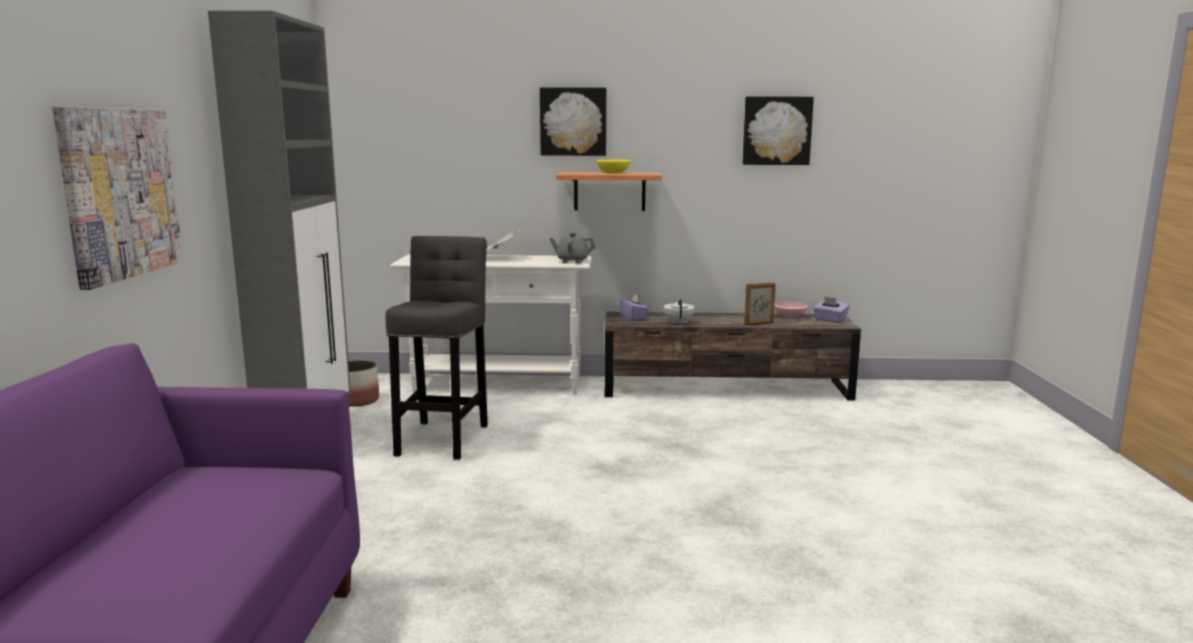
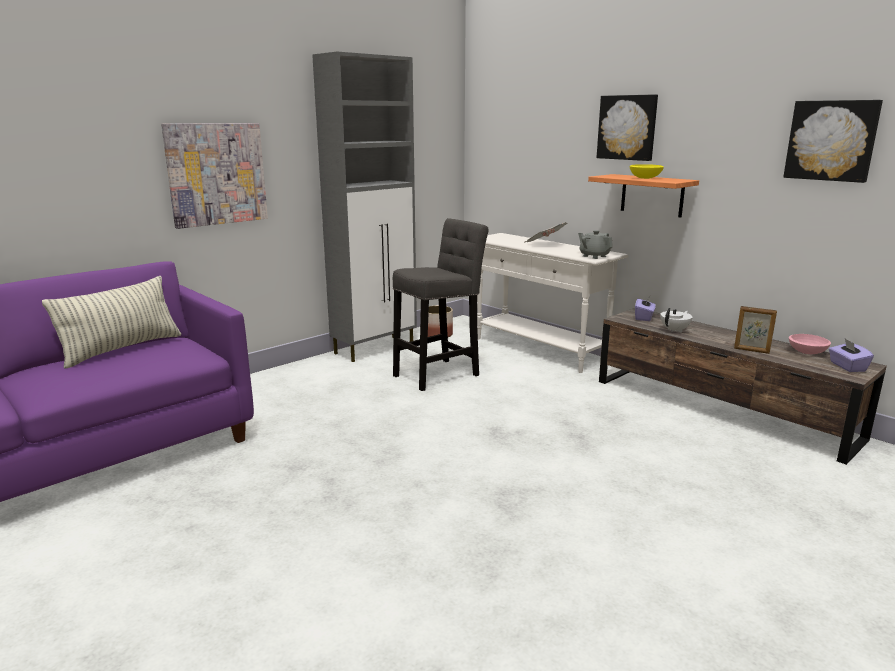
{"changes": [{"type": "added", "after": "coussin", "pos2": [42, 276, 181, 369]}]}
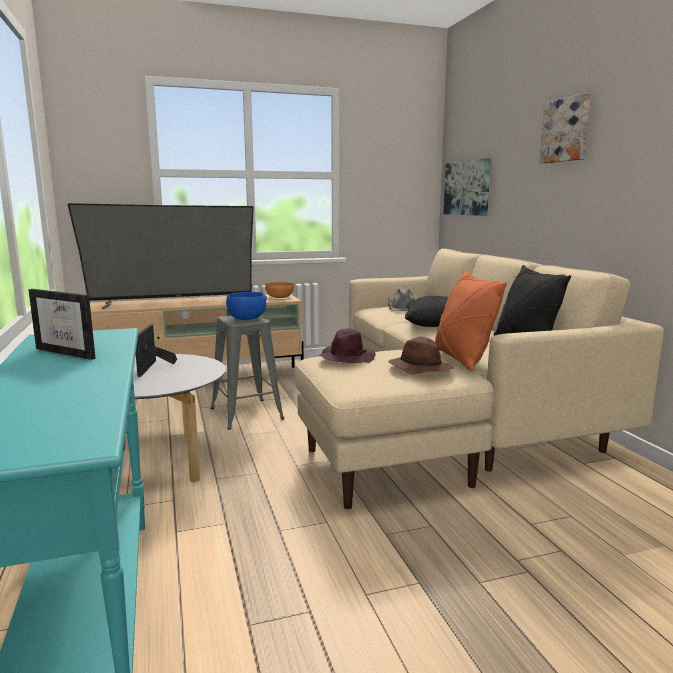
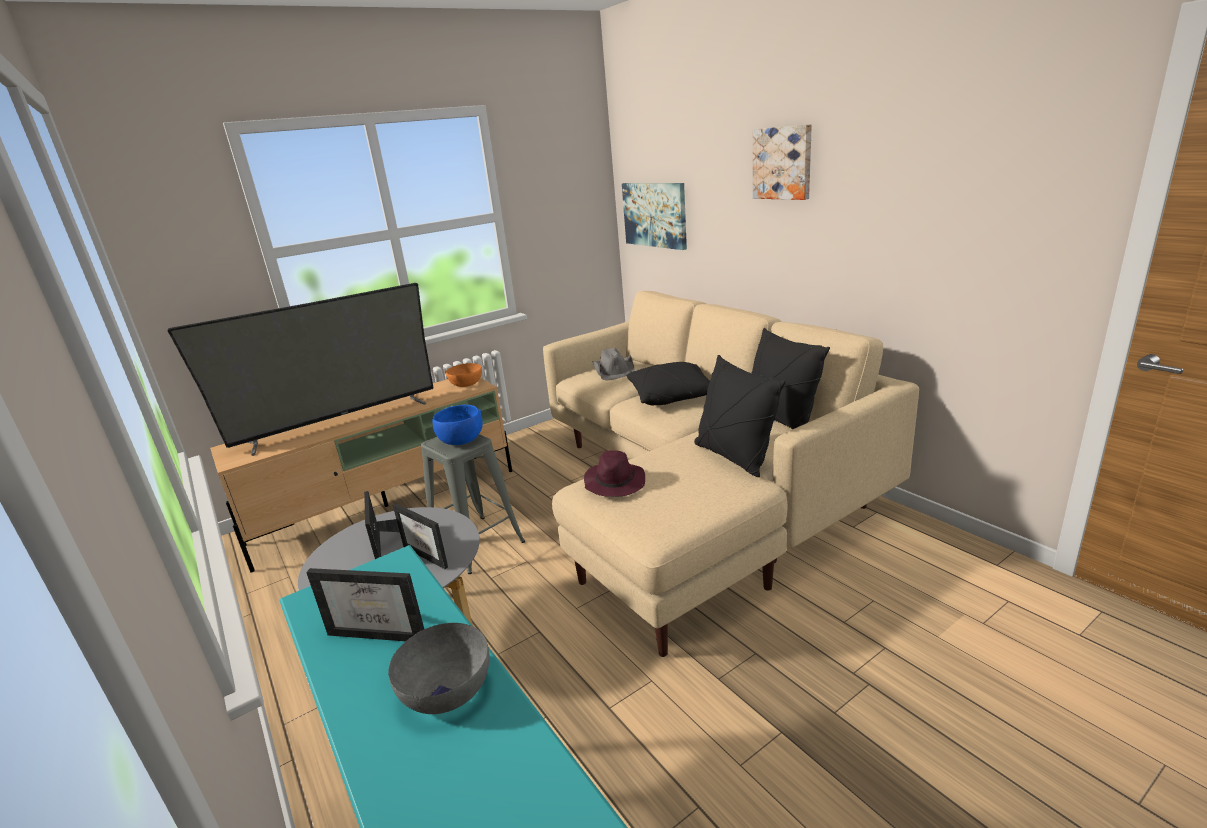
{"changes": [{"type": "added", "after": "bol [gris]", "pos2": [388, 623, 490, 714]}, {"type": "added", "after": "cadre photo", "pos2": [393, 504, 448, 569]}, {"type": "recoloured", "before": "coussin [orange]", "after": "coussin [noir]", "pos1": [435, 270, 507, 371], "pos2": [694, 355, 786, 477]}, {"type": "removed", "before": "chapeau [marron]", "pos1": [388, 337, 454, 375]}]}
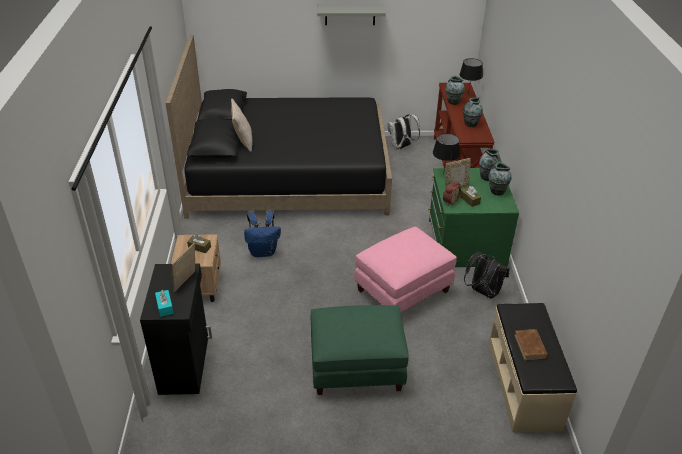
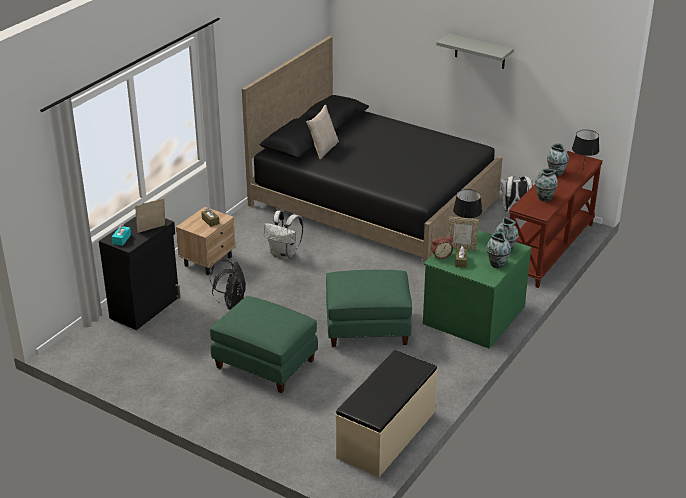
{"changes": [{"type": "moved", "before": "sac à dos [noir]", "pos1": [464, 251, 510, 299], "pos2": [210, 259, 246, 310]}, {"type": "recoloured", "before": "sac à dos [bleu]", "after": "sac à dos [blanc]", "pos1": [244, 211, 281, 257], "pos2": [264, 211, 303, 259]}, {"type": "recoloured", "before": "pouf [rose]", "after": "pouf [vert]", "pos1": [354, 227, 457, 312], "pos2": [326, 270, 412, 347]}, {"type": "removed", "before": "livre [marron]", "pos1": [514, 329, 548, 360]}]}
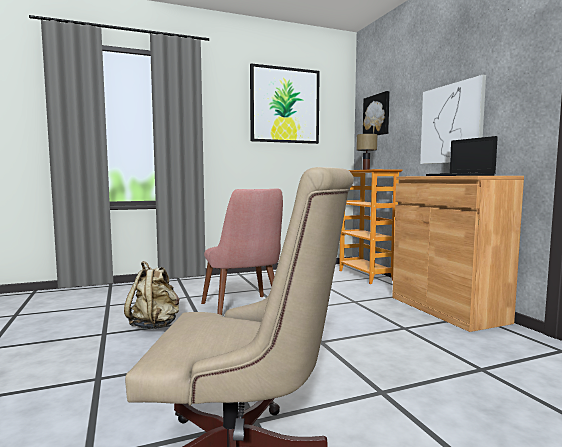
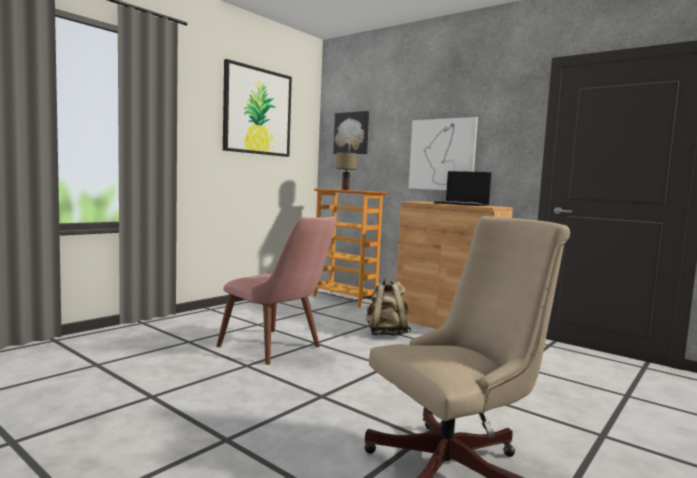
{"changes": [{"type": "moved", "before": "sac à dos [beige]", "pos1": [124, 261, 179, 329], "pos2": [366, 278, 411, 336]}]}
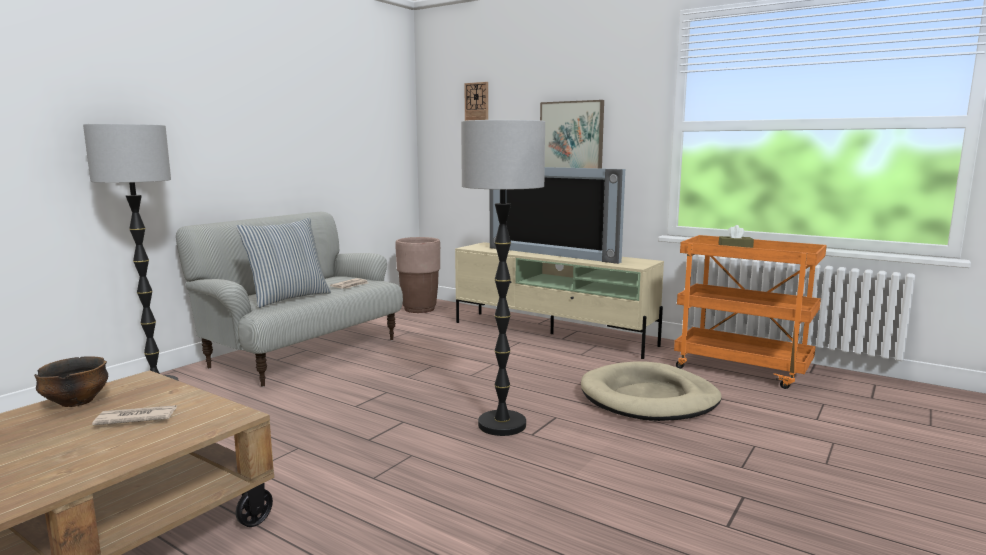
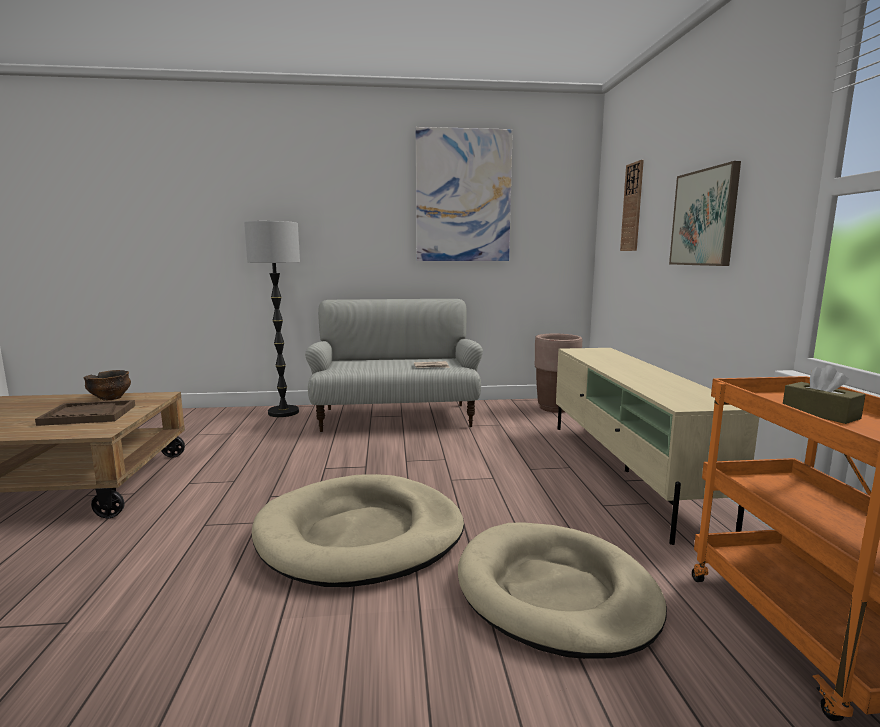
{"changes": [{"type": "replaced", "before": "journal", "after": "plateau [marron]", "pos1": [92, 405, 177, 425], "pos2": [35, 400, 135, 426]}, {"type": "replaced", "before": "lampadaire", "after": "panier pour chien [beige]", "pos1": [461, 120, 545, 436], "pos2": [252, 474, 464, 587]}, {"type": "added", "after": "tableau", "pos2": [416, 127, 513, 261]}, {"type": "removed", "before": "coussin", "pos1": [236, 218, 331, 308]}, {"type": "removed", "before": "téléviseur", "pos1": [490, 167, 625, 264]}]}
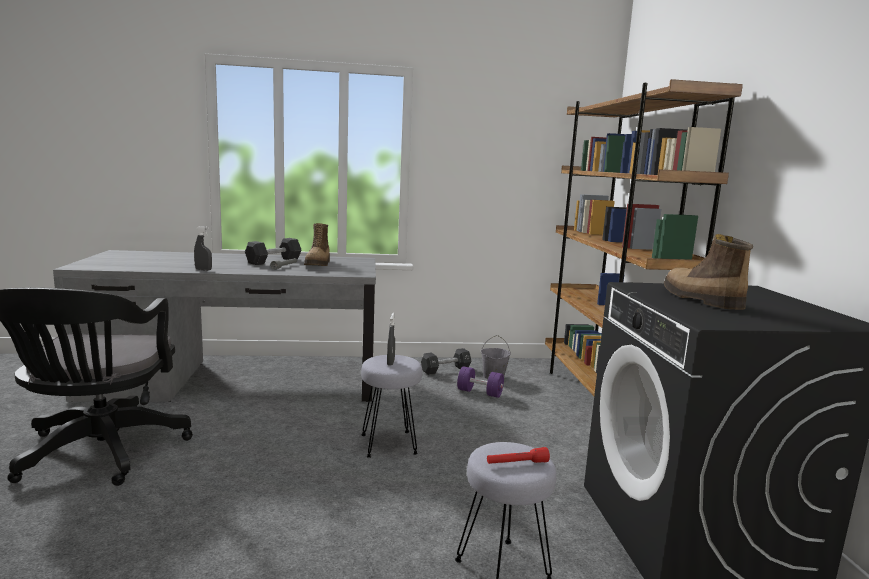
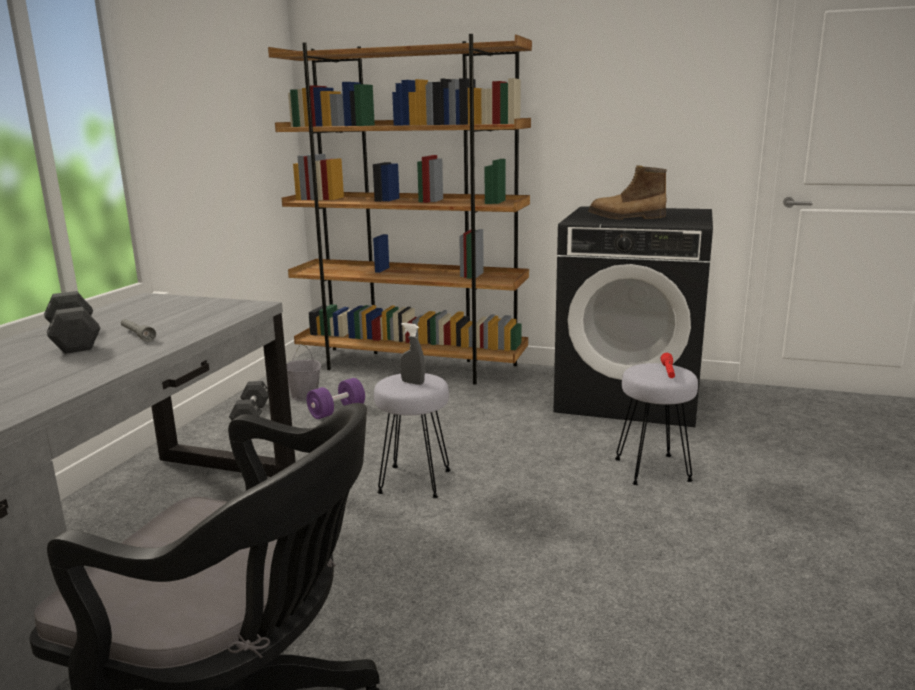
{"changes": [{"type": "removed", "before": "vaporisateur [gris]", "pos1": [194, 226, 212, 271]}, {"type": "removed", "before": "botte", "pos1": [304, 223, 330, 266]}]}
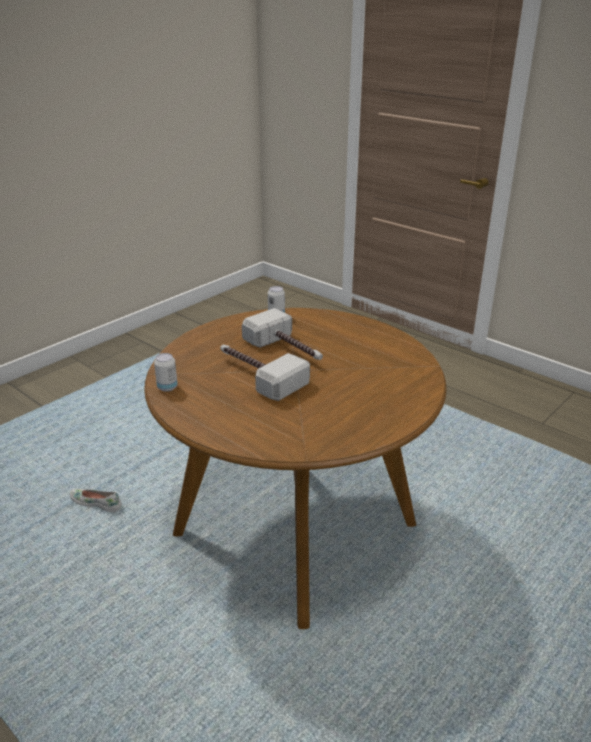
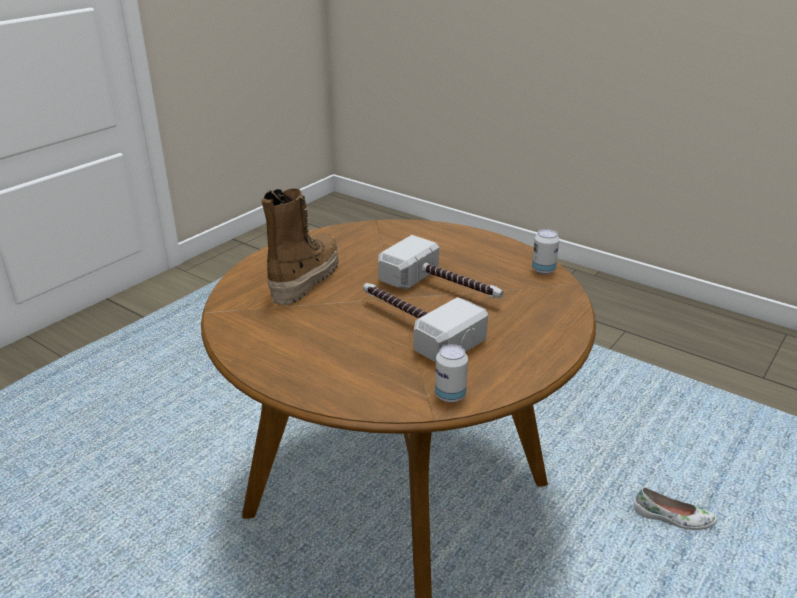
{"changes": [{"type": "added", "after": "botte", "pos2": [262, 189, 338, 305]}]}
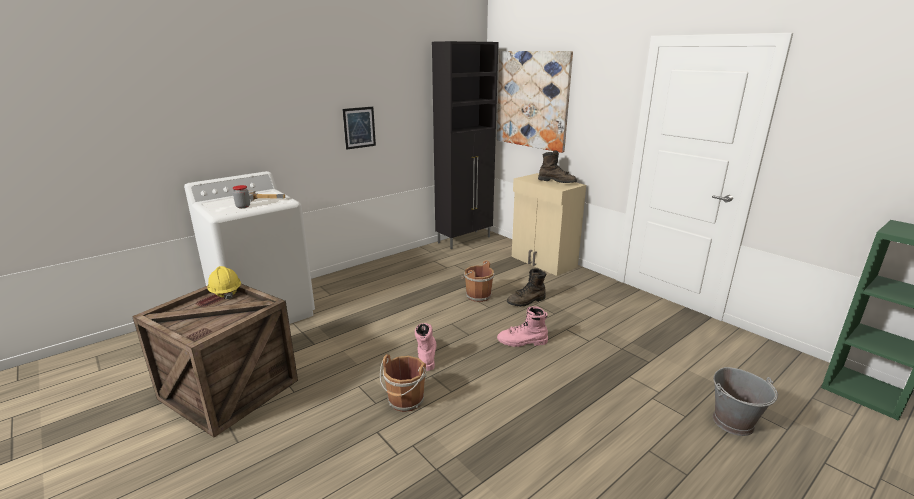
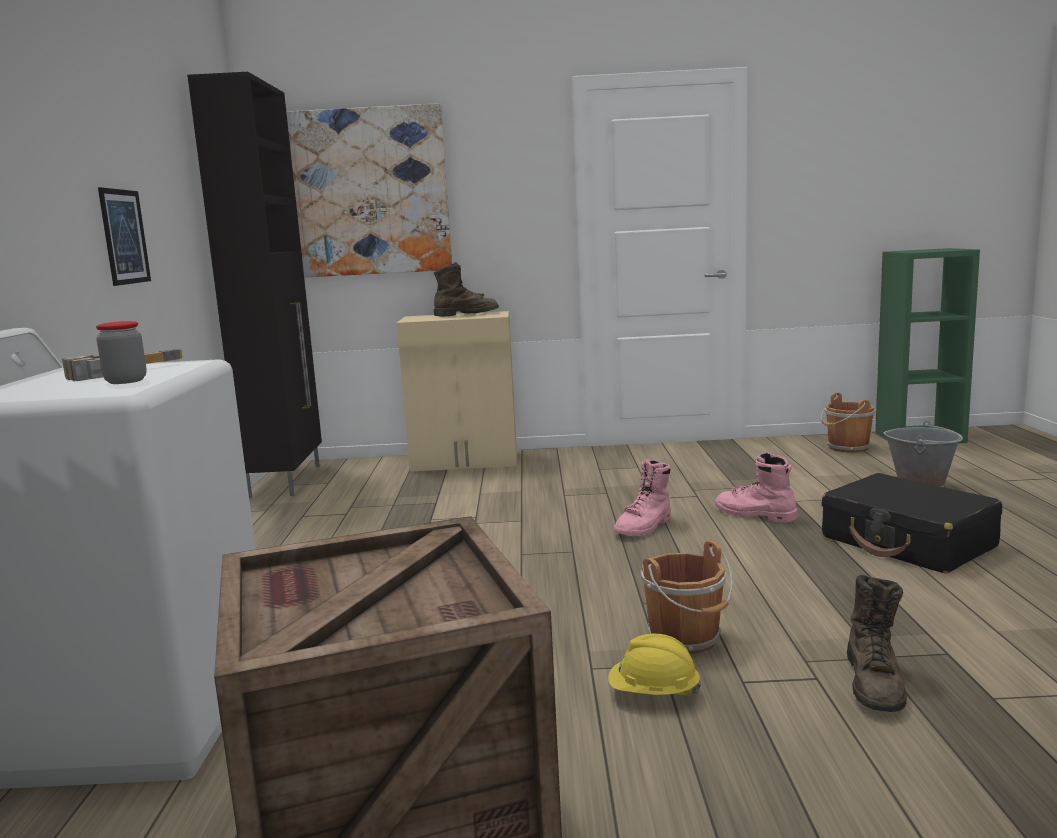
{"changes": [{"type": "moved", "before": "casque de chantier [jaune]", "pos1": [207, 266, 241, 300], "pos2": [608, 634, 701, 695]}, {"type": "moved", "before": "botte [rose]", "pos1": [415, 323, 436, 371], "pos2": [715, 452, 797, 523]}, {"type": "moved", "before": "seau [marron]", "pos1": [461, 260, 494, 302], "pos2": [821, 392, 876, 452]}, {"type": "added", "after": "valise [noir]", "pos2": [821, 473, 1002, 574]}, {"type": "moved", "before": "botte [marron]", "pos1": [507, 268, 546, 307], "pos2": [847, 575, 907, 712]}]}
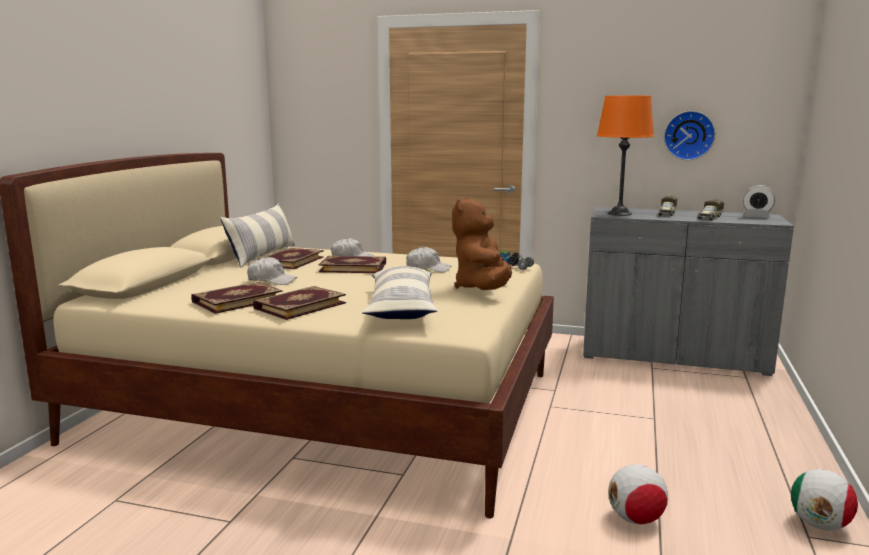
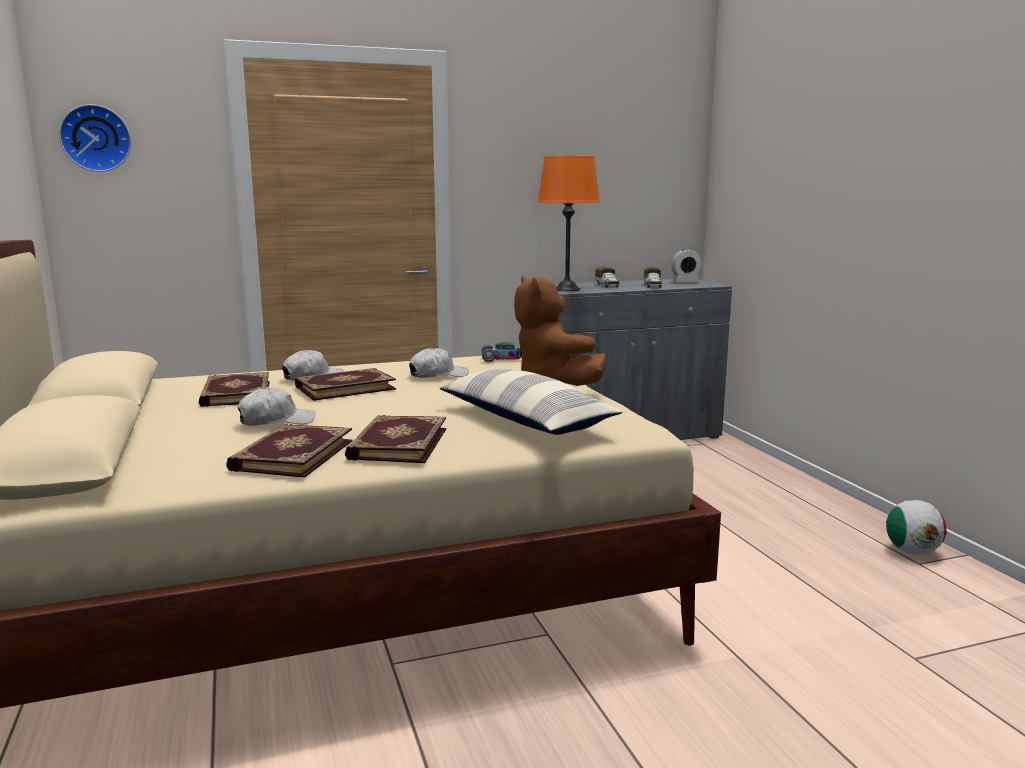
{"changes": [{"type": "moved", "before": "horloge murale", "pos1": [664, 111, 716, 160], "pos2": [59, 104, 131, 172]}, {"type": "removed", "before": "coussin", "pos1": [220, 203, 295, 268]}, {"type": "removed", "before": "ballon de foot", "pos1": [608, 464, 668, 524]}]}
